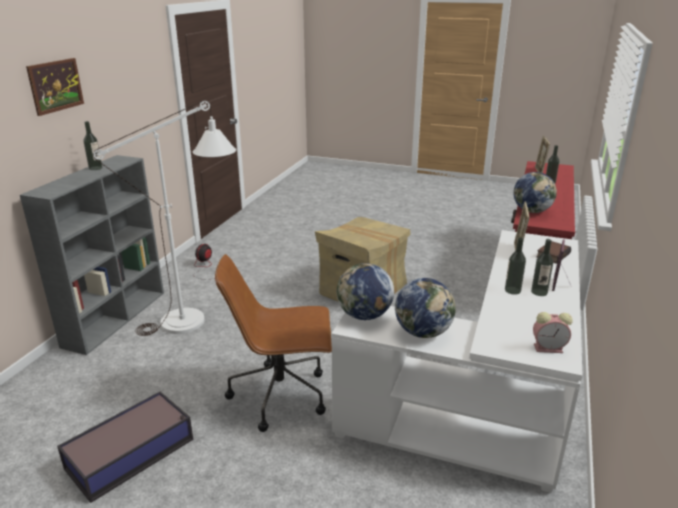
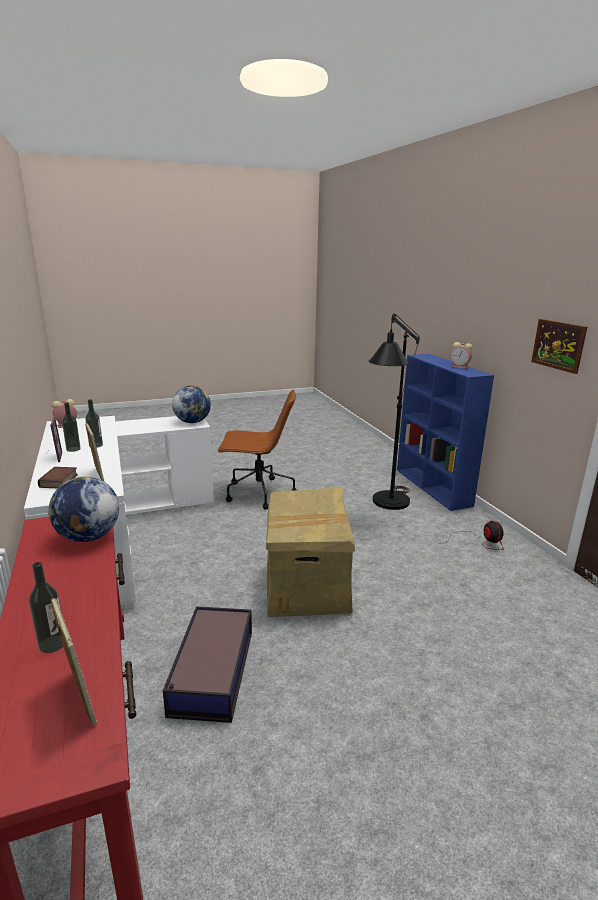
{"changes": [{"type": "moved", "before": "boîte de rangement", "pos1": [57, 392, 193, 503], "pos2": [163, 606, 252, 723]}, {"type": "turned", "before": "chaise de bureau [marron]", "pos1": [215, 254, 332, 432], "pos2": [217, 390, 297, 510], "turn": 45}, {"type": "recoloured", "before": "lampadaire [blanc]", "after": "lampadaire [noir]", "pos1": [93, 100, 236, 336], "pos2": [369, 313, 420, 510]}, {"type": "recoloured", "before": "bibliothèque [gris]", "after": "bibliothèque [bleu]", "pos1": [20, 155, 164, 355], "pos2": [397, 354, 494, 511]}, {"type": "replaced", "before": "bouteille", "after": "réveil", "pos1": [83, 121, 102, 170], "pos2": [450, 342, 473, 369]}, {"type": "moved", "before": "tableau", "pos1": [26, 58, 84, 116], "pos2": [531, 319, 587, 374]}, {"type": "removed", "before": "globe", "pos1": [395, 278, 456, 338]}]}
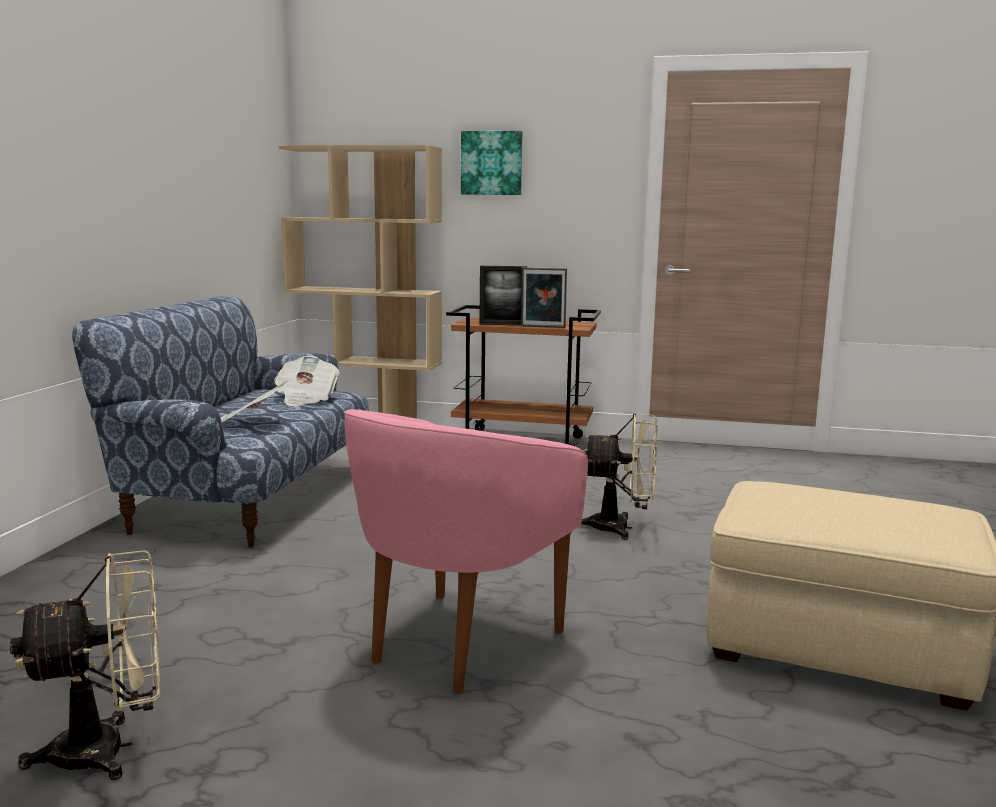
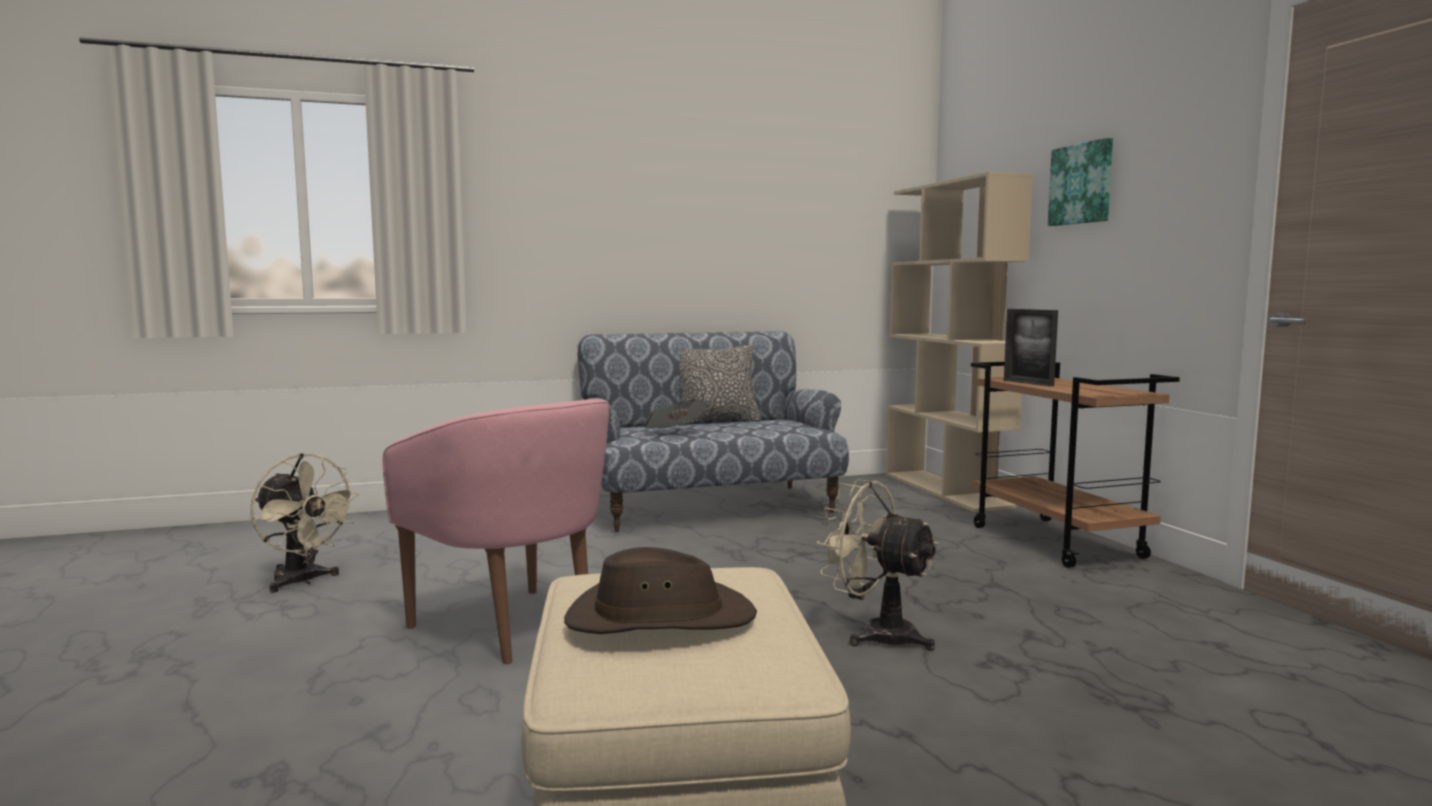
{"changes": [{"type": "turned", "before": "fauteuil [rose]", "pos1": [344, 409, 588, 693], "pos2": [383, 399, 609, 664], "turn": -135}, {"type": "added", "after": "chapeau [marron]", "pos2": [564, 547, 757, 634]}, {"type": "added", "after": "coussin", "pos2": [679, 345, 761, 425]}, {"type": "turned", "before": "ventilateur [beige]", "pos1": [581, 414, 658, 540], "pos2": [816, 479, 938, 651], "turn": 150}, {"type": "removed", "before": "journal", "pos1": [274, 356, 340, 406]}, {"type": "removed", "before": "cadre photo", "pos1": [521, 267, 567, 328]}]}
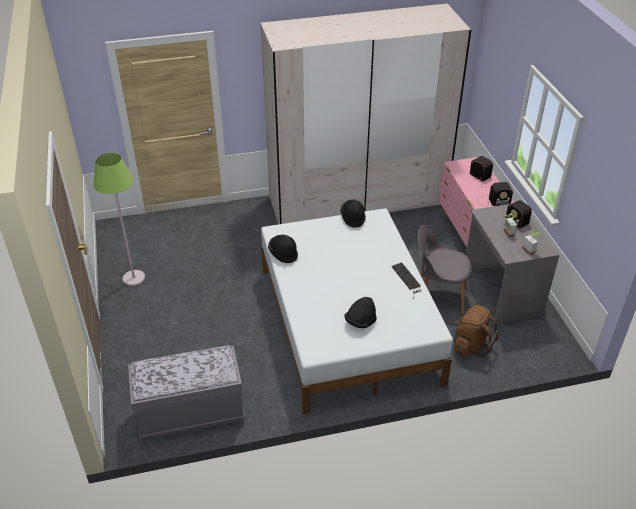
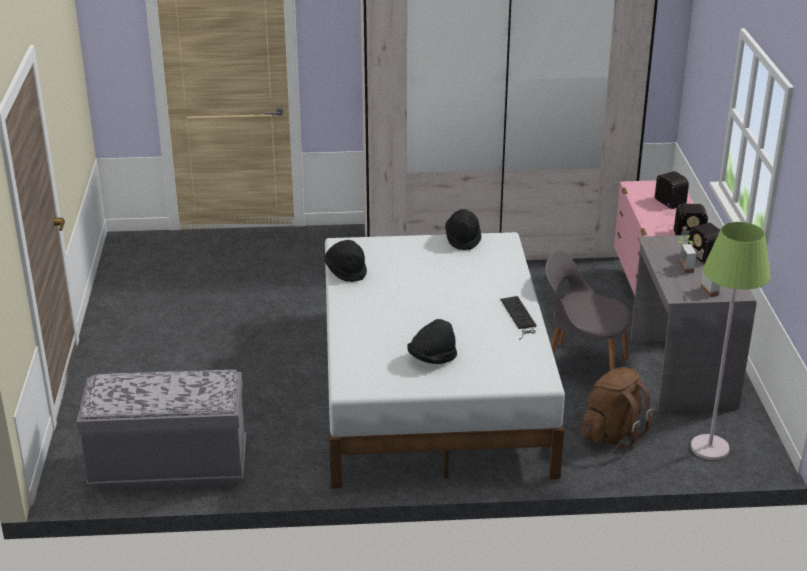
{"changes": [{"type": "moved", "before": "lampadaire [vert]", "pos1": [94, 153, 145, 286], "pos2": [691, 222, 770, 460]}]}
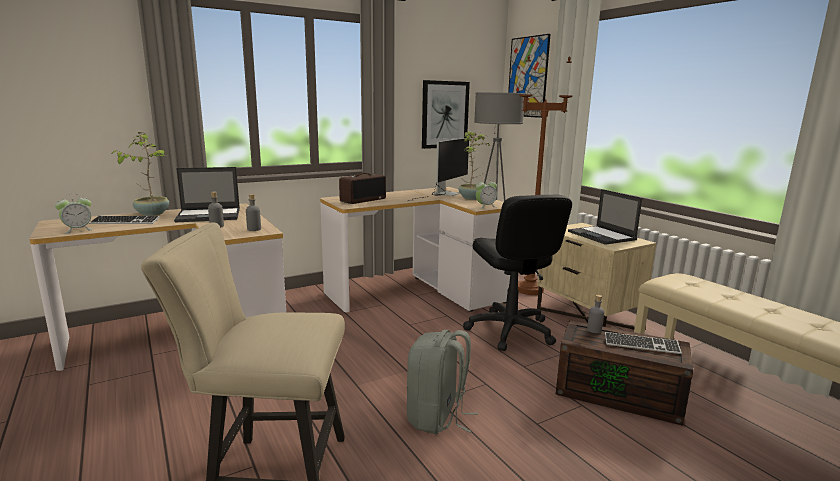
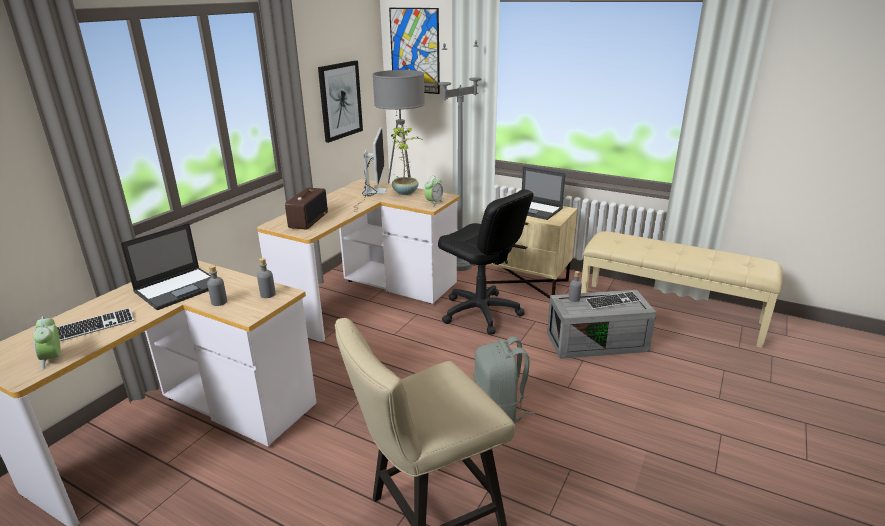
{"changes": [{"type": "turned", "before": "réveil", "pos1": [55, 194, 94, 234], "pos2": [33, 316, 61, 370], "turn": 135}, {"type": "recoloured", "before": "lampadaire [marron]", "after": "lampadaire [gris]", "pos1": [518, 55, 573, 295], "pos2": [438, 41, 482, 271]}, {"type": "recoloured", "before": "boîte de rangement [marron]", "after": "boîte de rangement [gris]", "pos1": [556, 321, 693, 426], "pos2": [547, 290, 656, 359]}, {"type": "removed", "before": "plante en pot", "pos1": [111, 132, 169, 216]}]}
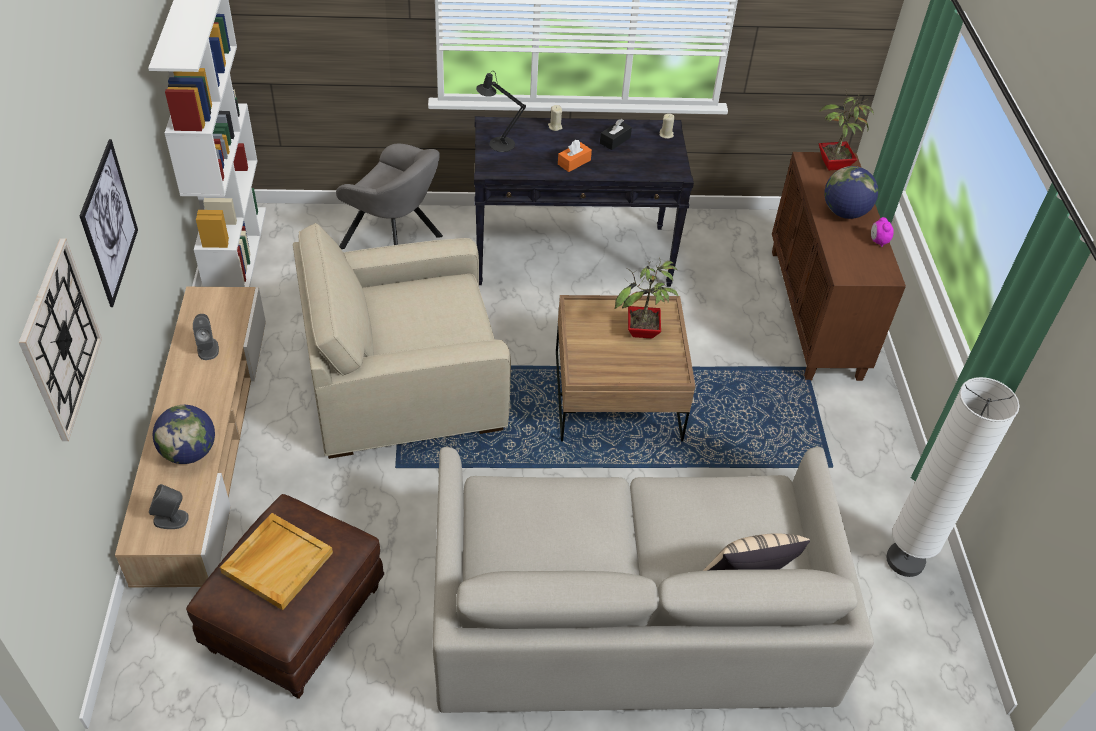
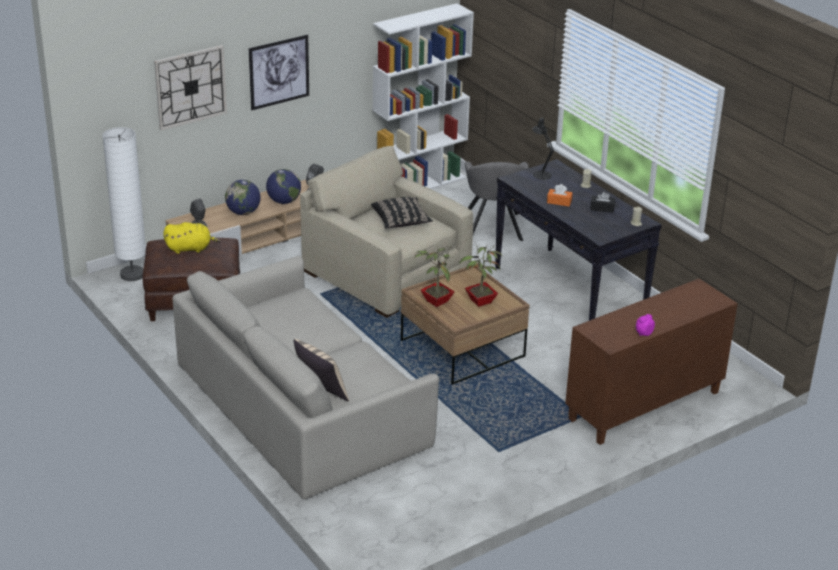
{"changes": [{"type": "moved", "before": "lampadaire [blanc]", "pos1": [886, 377, 1019, 577], "pos2": [102, 127, 146, 281]}, {"type": "replaced", "before": "plateau [beige]", "after": "peluche [jaune]", "pos1": [220, 513, 333, 610], "pos2": [163, 222, 220, 254]}, {"type": "moved", "before": "globe", "pos1": [824, 166, 878, 219], "pos2": [266, 169, 301, 204]}, {"type": "added", "after": "coussin [noir]", "pos2": [371, 197, 433, 228]}, {"type": "moved", "before": "plante en pot", "pos1": [818, 88, 874, 170], "pos2": [414, 244, 455, 307]}]}
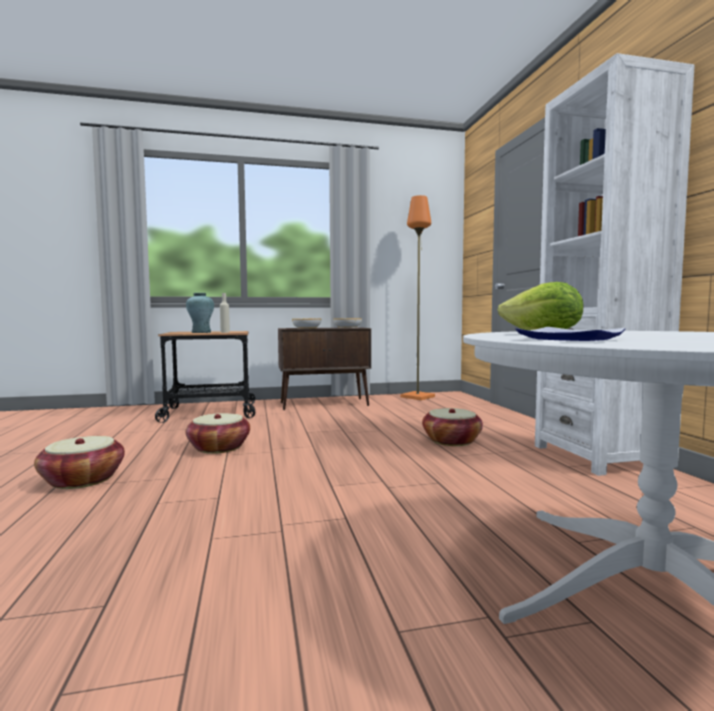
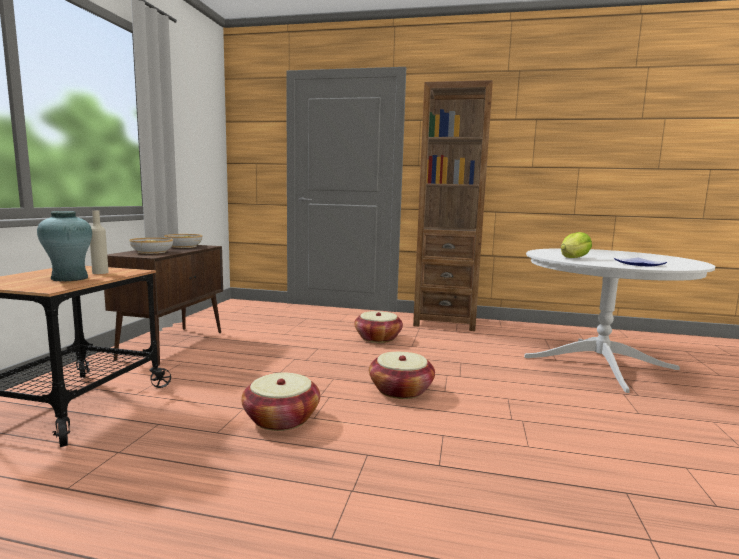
{"changes": [{"type": "moved", "before": "panier", "pos1": [34, 436, 125, 489], "pos2": [369, 352, 435, 399]}, {"type": "recoloured", "before": "bibliothèque [blanc]", "after": "bibliothèque [marron]", "pos1": [535, 53, 695, 476], "pos2": [413, 80, 493, 331]}, {"type": "removed", "before": "lampadaire [orange]", "pos1": [400, 195, 435, 400]}]}
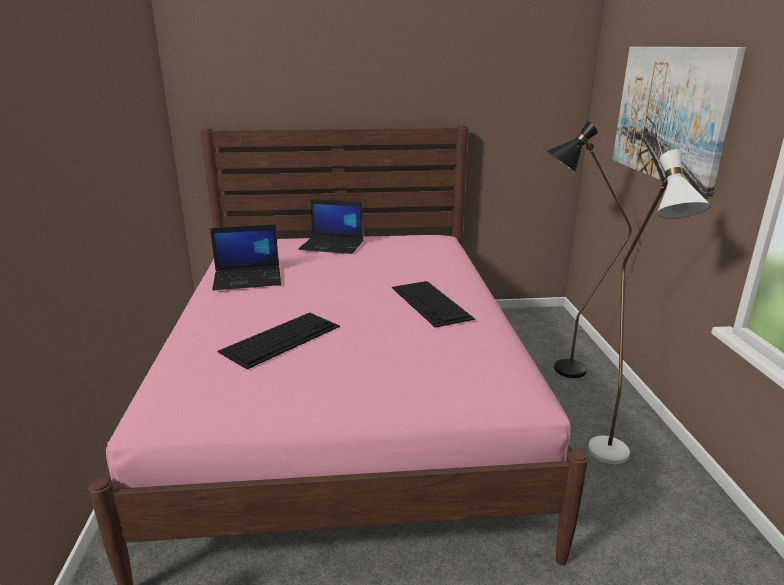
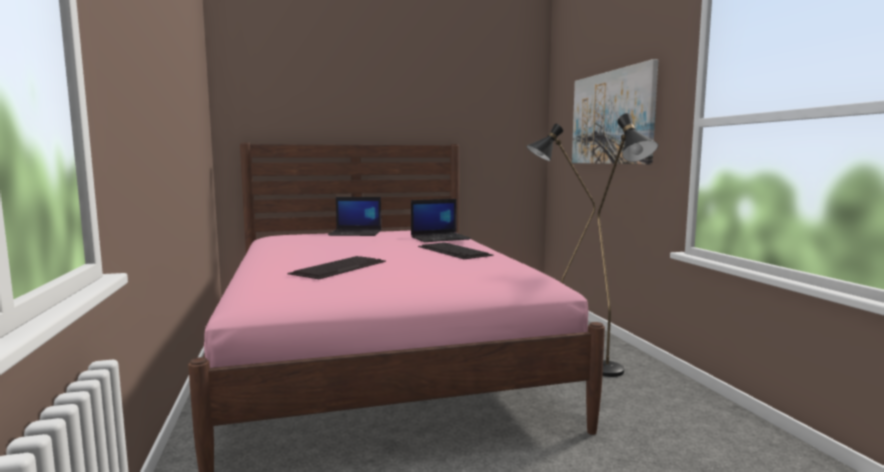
{"changes": [{"type": "moved", "before": "ordinateur portable", "pos1": [210, 224, 281, 291], "pos2": [411, 199, 471, 242]}, {"type": "recoloured", "before": "lampadaire [blanc]", "after": "lampadaire [noir]", "pos1": [588, 149, 711, 464], "pos2": [597, 113, 658, 377]}]}
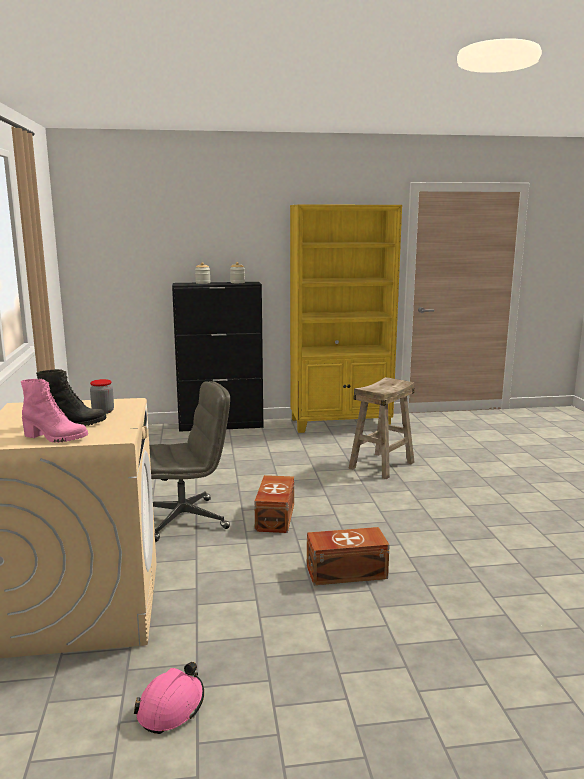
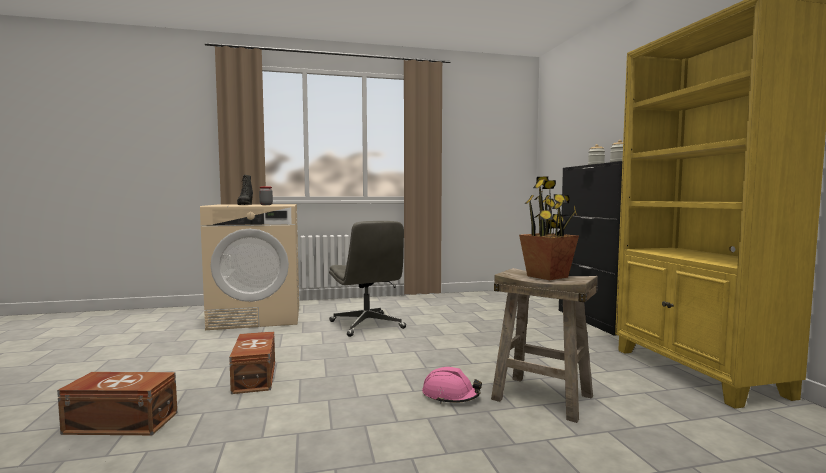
{"changes": [{"type": "moved", "before": "boîte de rangement [marron]", "pos1": [254, 475, 294, 533], "pos2": [57, 372, 177, 435]}, {"type": "moved", "before": "casque de chantier [rose]", "pos1": [134, 662, 204, 734], "pos2": [422, 367, 482, 403]}, {"type": "added", "after": "plante en pot", "pos2": [519, 176, 579, 280]}, {"type": "removed", "before": "botte [rose]", "pos1": [21, 379, 88, 443]}]}
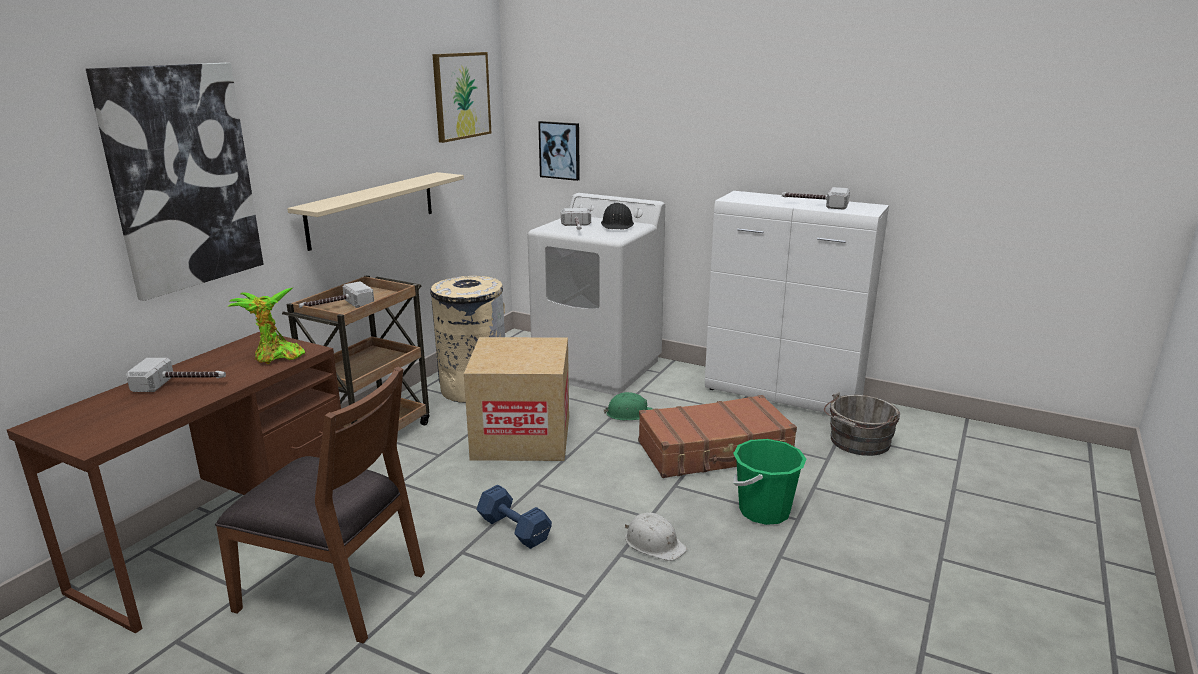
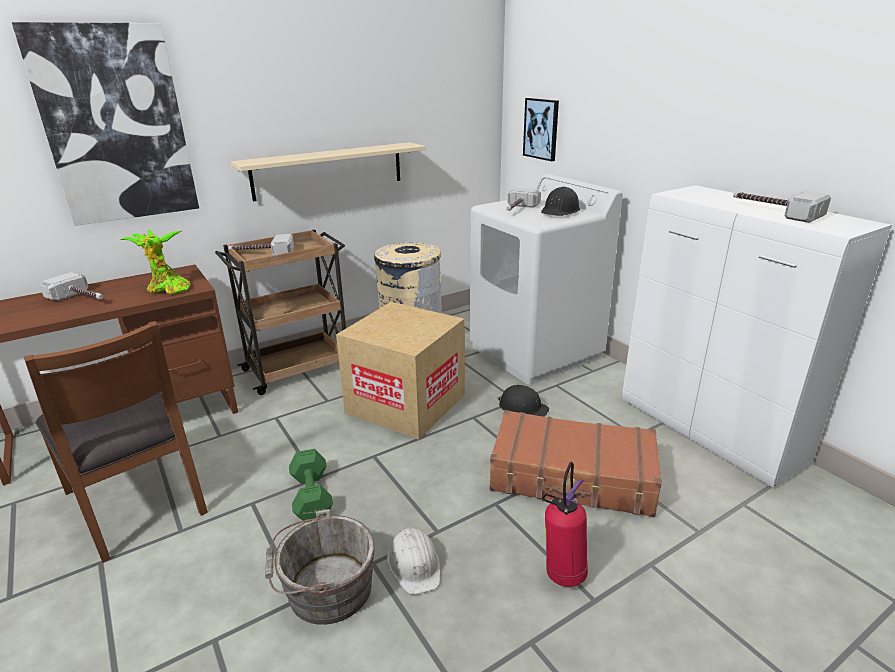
{"changes": [{"type": "moved", "before": "seau [gris]", "pos1": [824, 392, 900, 456], "pos2": [265, 509, 375, 625]}, {"type": "recoloured", "before": "haltère [bleu]", "after": "haltère [vert]", "pos1": [476, 485, 552, 549], "pos2": [289, 449, 333, 521]}, {"type": "recoloured", "before": "casque de chantier [vert]", "after": "casque de chantier [noir]", "pos1": [603, 392, 653, 421], "pos2": [497, 385, 549, 417]}, {"type": "replaced", "before": "seau [vert]", "after": "extincteur", "pos1": [733, 439, 806, 525], "pos2": [542, 462, 588, 587]}, {"type": "removed", "before": "tableau", "pos1": [432, 52, 491, 143]}]}
